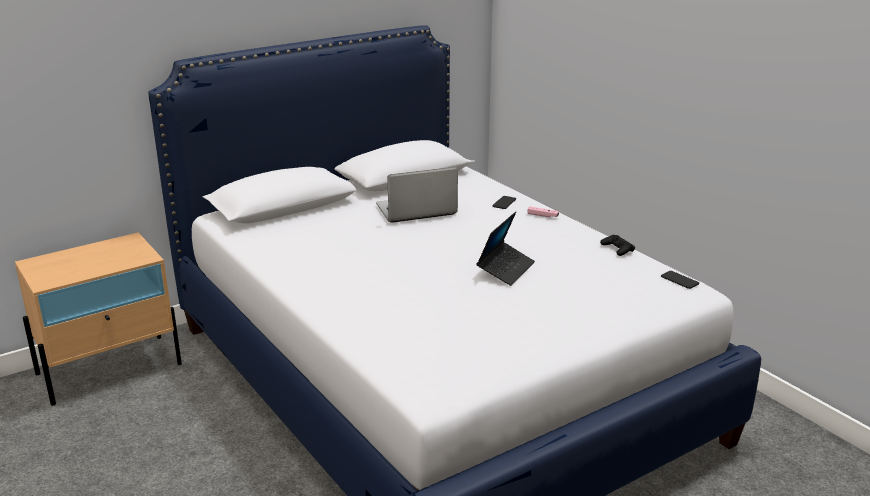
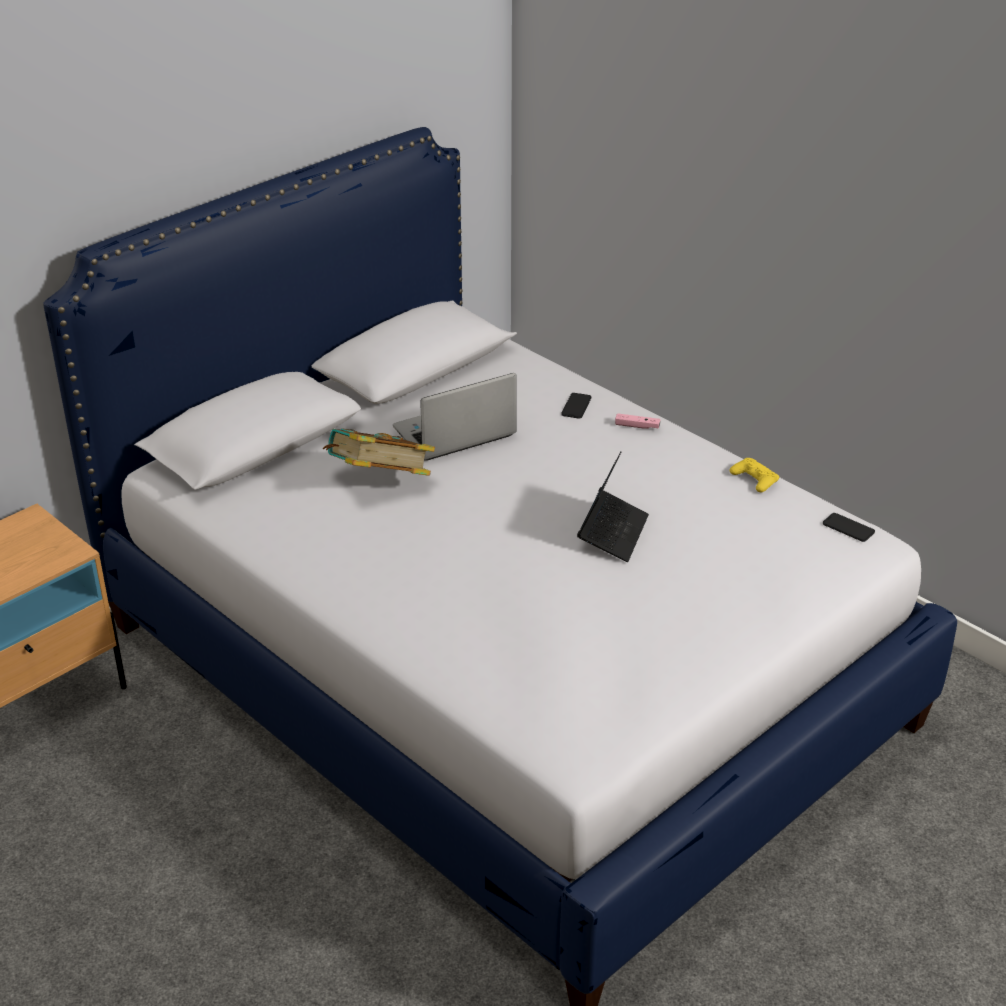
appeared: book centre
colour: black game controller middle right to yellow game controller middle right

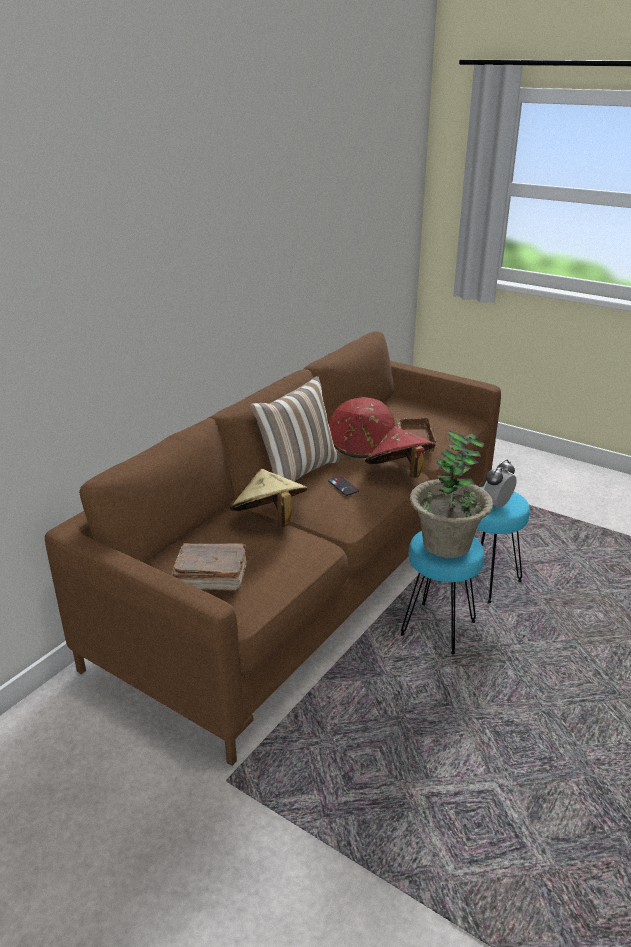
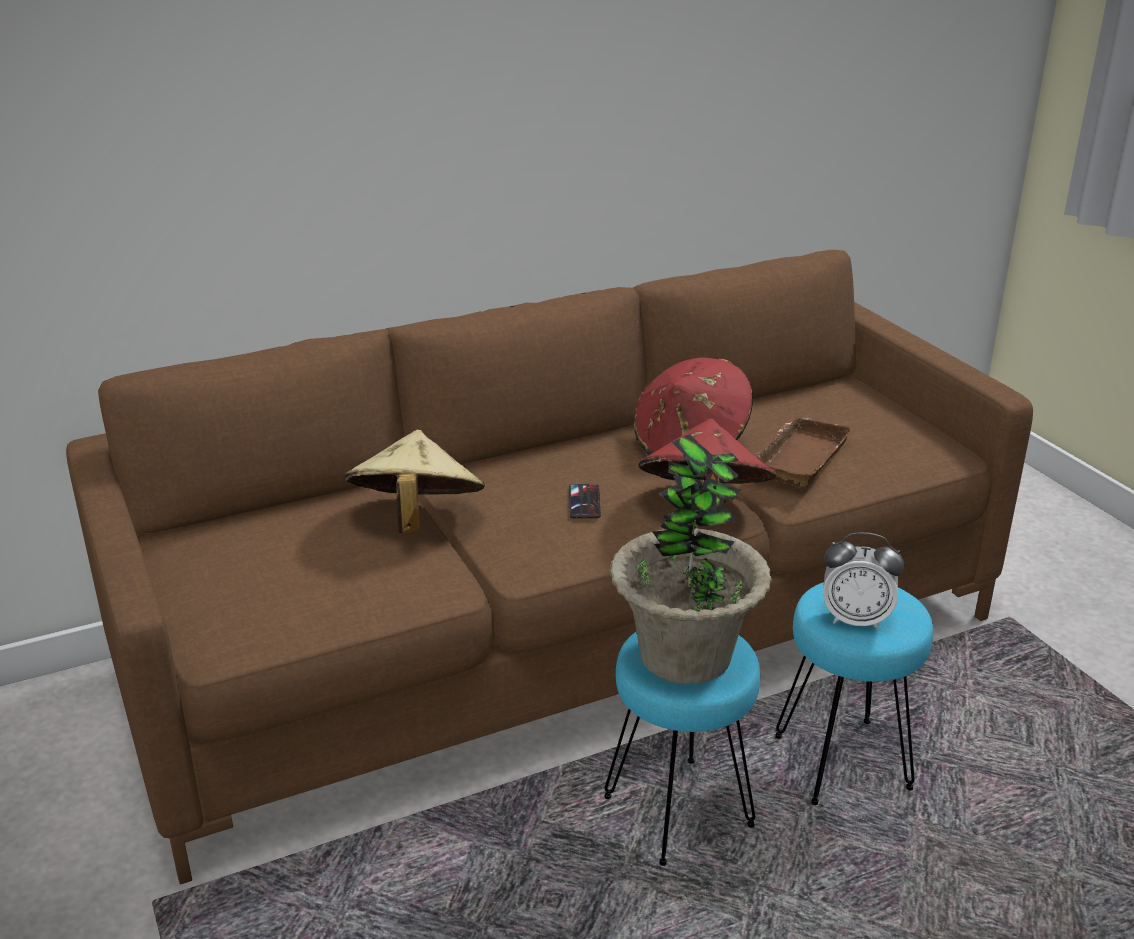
missing: brown book middle left; pillow centre
spun: alarm clock middle right = middle right 150 degrees counterclockwise

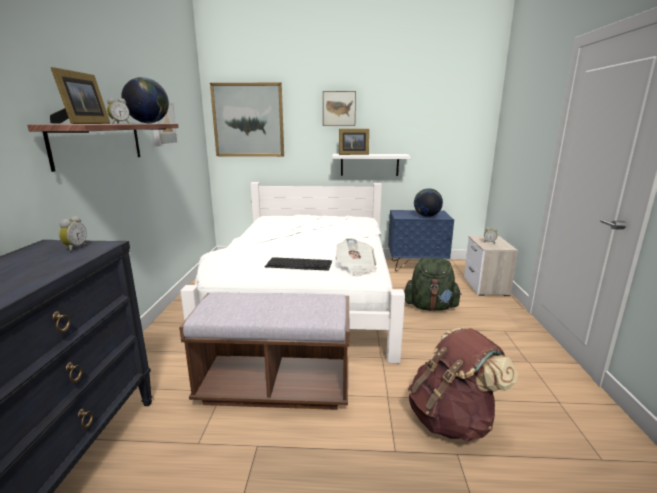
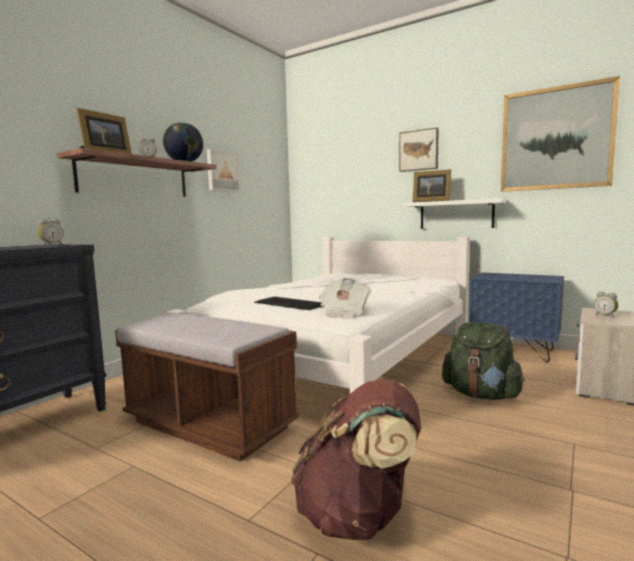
missing: globe (no. 2 from left) centre
relocated: picture (no. 2 from left in the first image) top centre to picture (no. 3 from left) top right

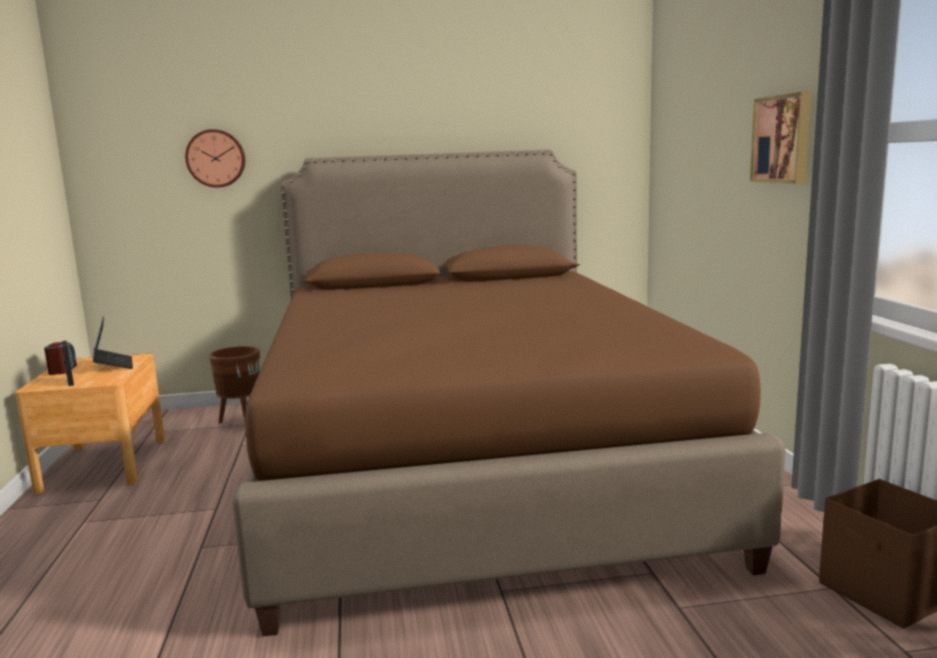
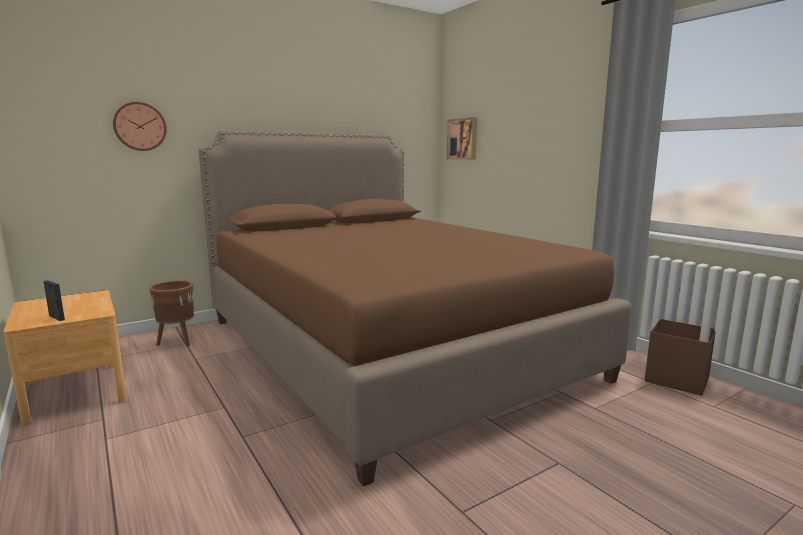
missing: alarm clock middle left; laptop middle left
relocated: picture top right to top centre

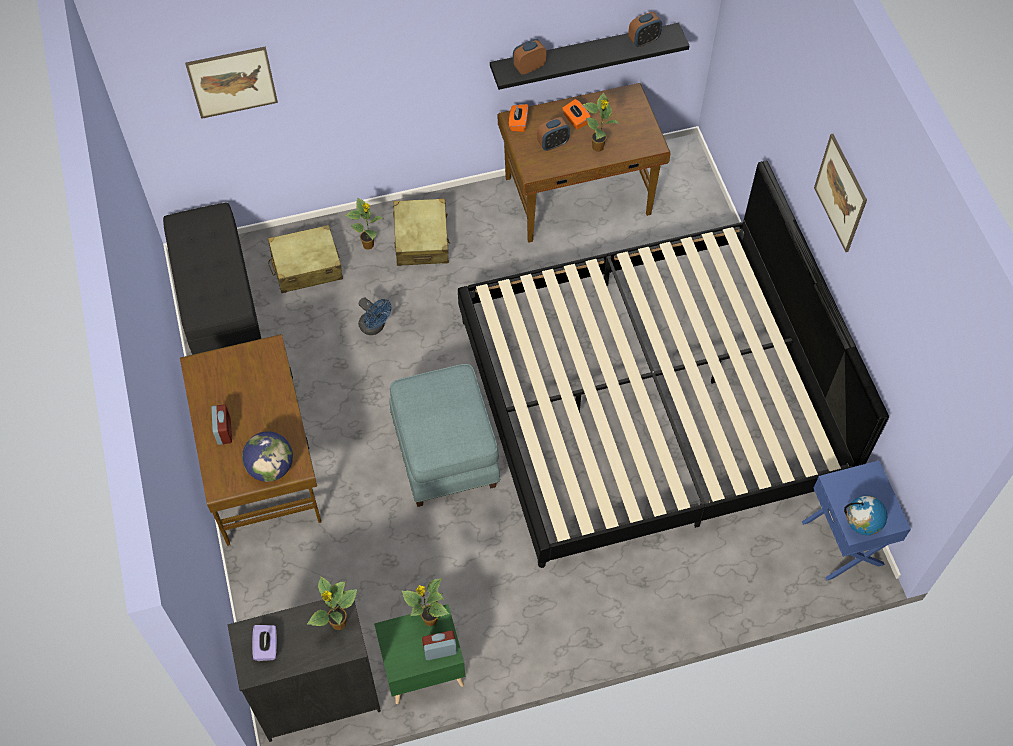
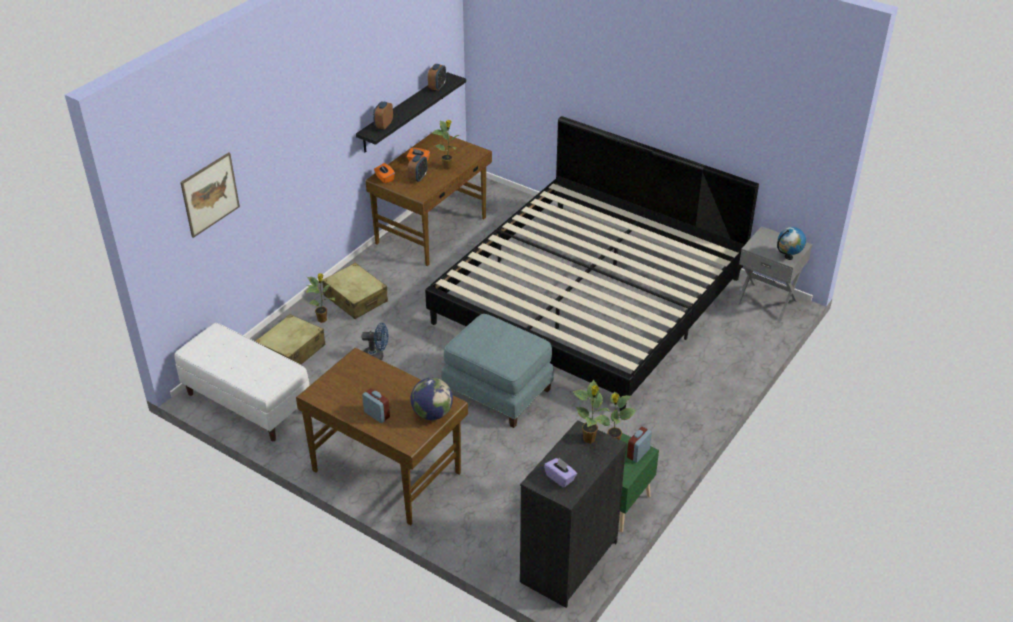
missing: picture (no. 2 from left) top right
colour: black bench middle left to white bench middle left; blue nightstand bottom right to grey nightstand middle right

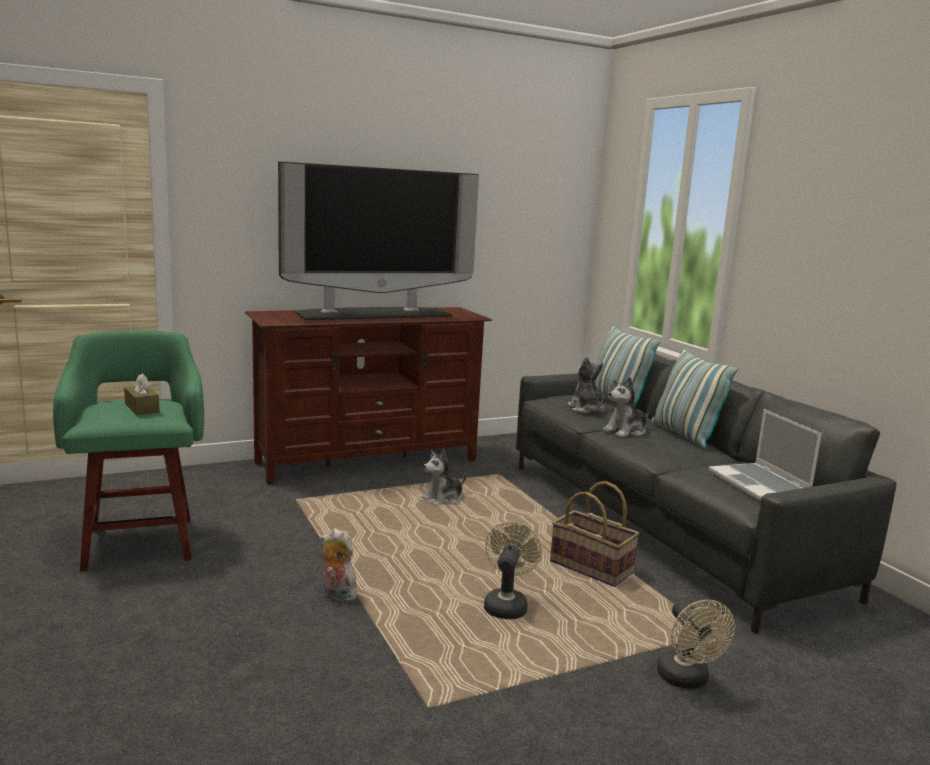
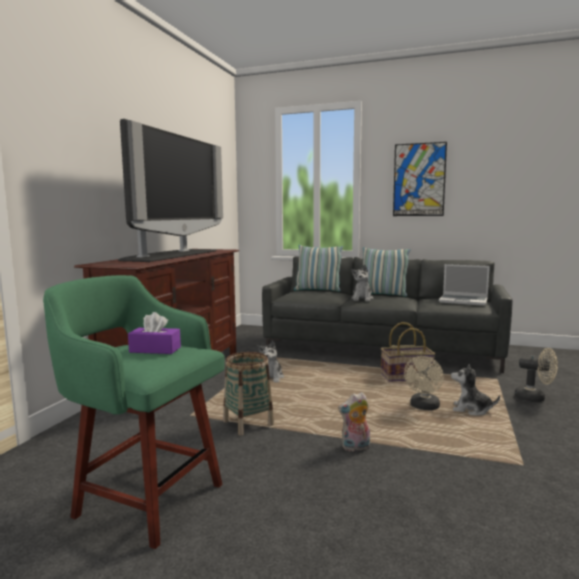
appeared: basket (no. 1 from left) bottom centre; picture top right
relocated: plush toy (no. 3 from left in the first image) centre to plush toy (no. 4 from left) bottom right
colour: brown tissue box middle left to purple tissue box middle left
spun: beige fan (no. 1 from left) bottom centre = middle right 120 degrees counterclockwise

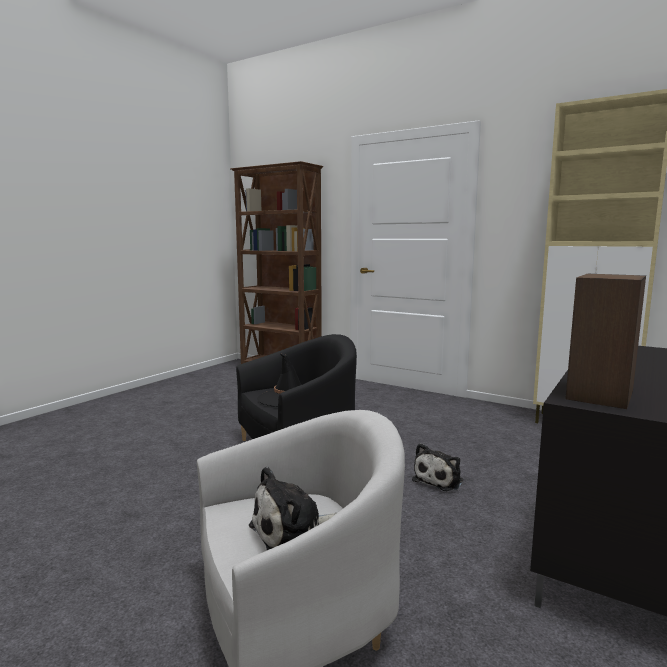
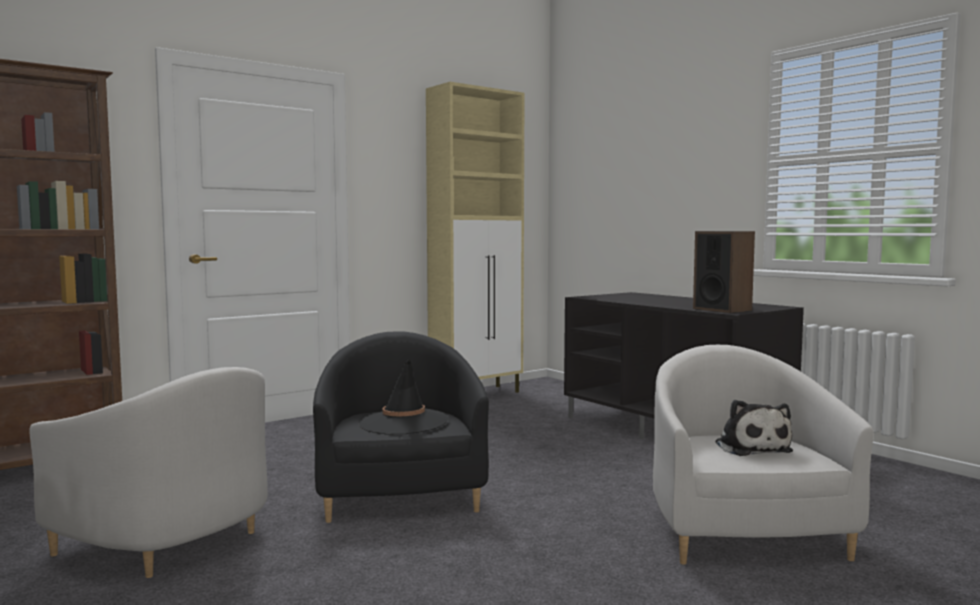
missing: plush toy (no. 2 from left) bottom centre
appeared: white armchair (no. 1 from left) bottom left

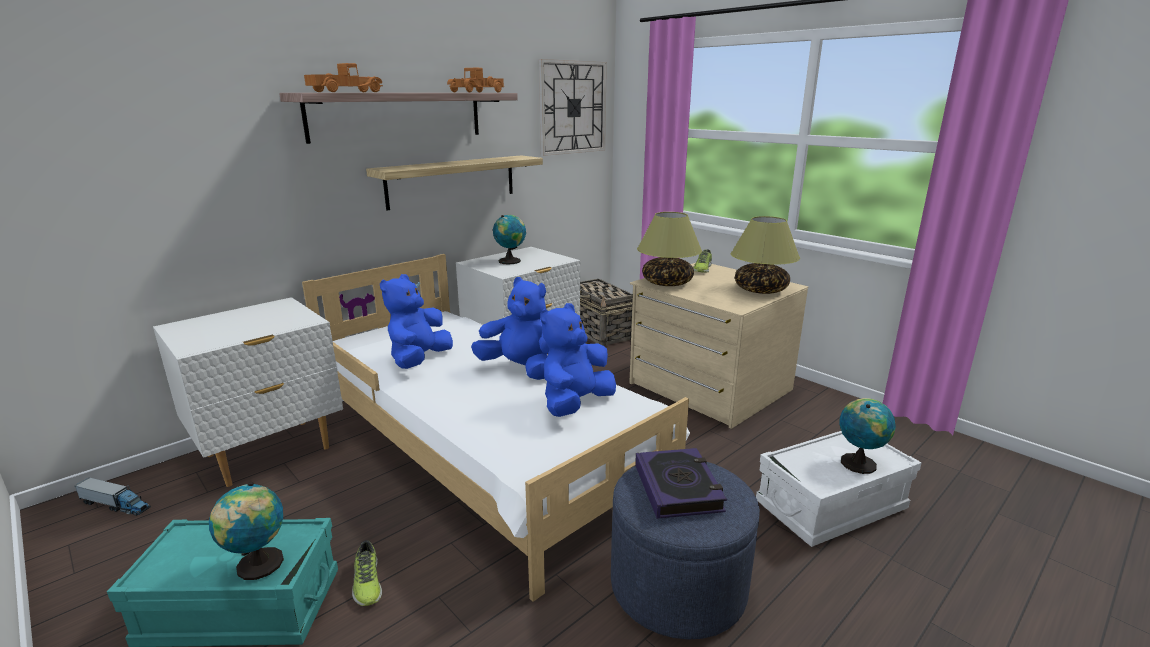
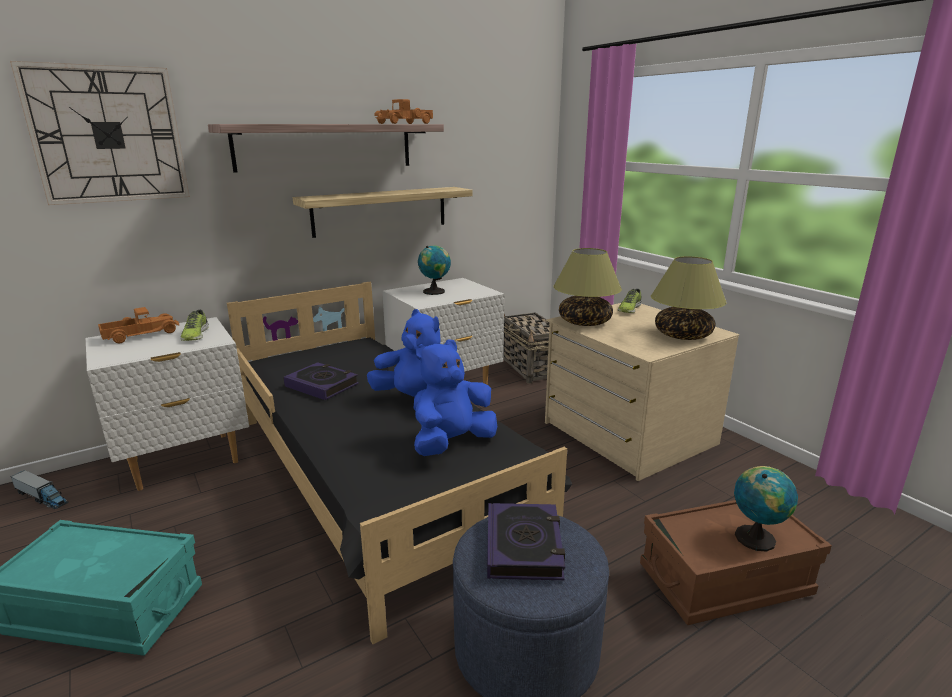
missing: globe (no. 1 from left) bottom left
relocated: wall clock top centre to top left; toy truck (no. 2 from left) top left to middle left; shoe (no. 1 from left) bottom left to middle left
exchanged: blue plush toy (no. 1 from left) centre to book (no. 1 from left) centre
colour: white bed centre to black bed centre; white storage box bottom right to brown storage box bottom right

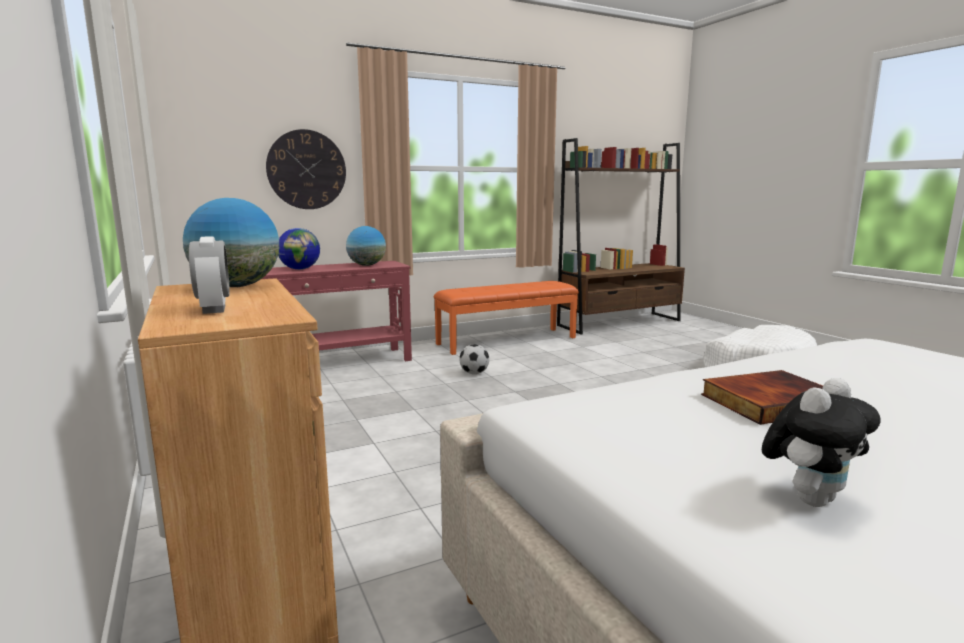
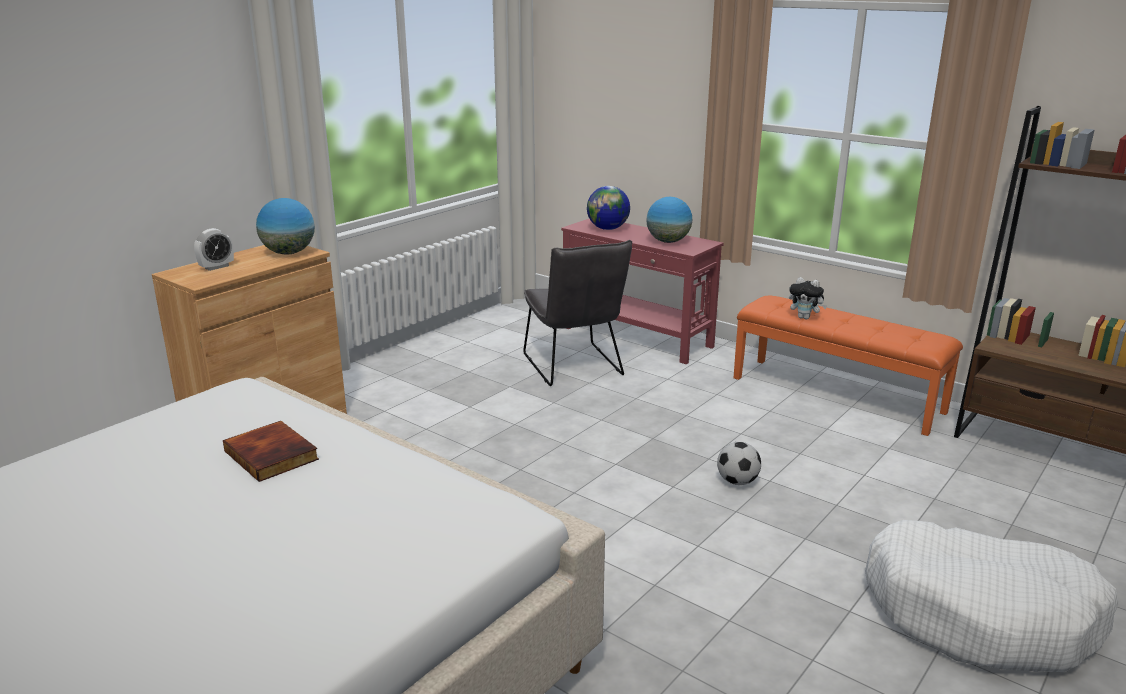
missing: wall clock top left
appeared: grey chair centre
relocated: football centre to bottom centre; plush toy bottom right to middle right

